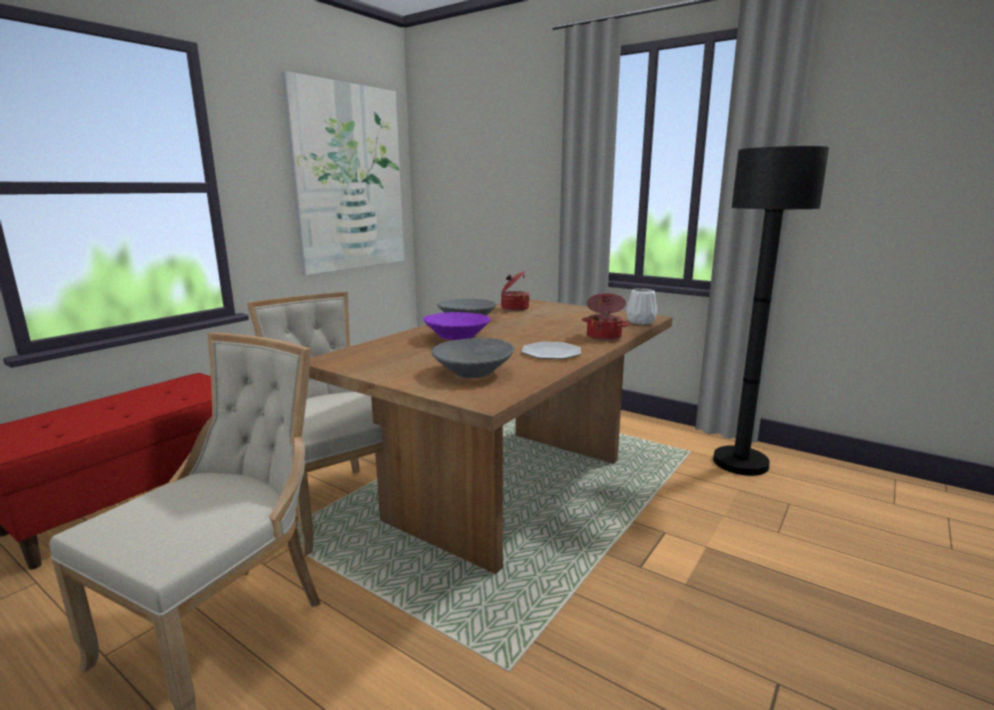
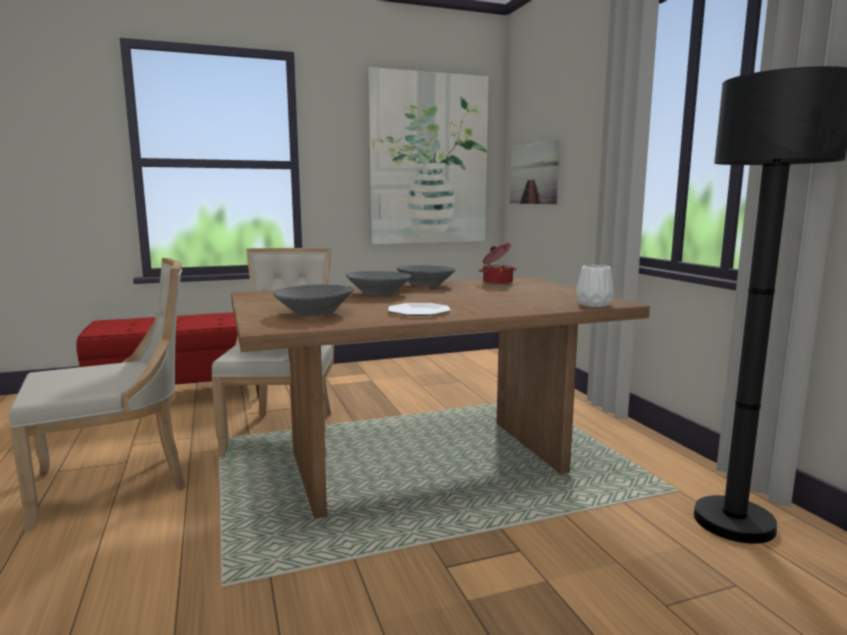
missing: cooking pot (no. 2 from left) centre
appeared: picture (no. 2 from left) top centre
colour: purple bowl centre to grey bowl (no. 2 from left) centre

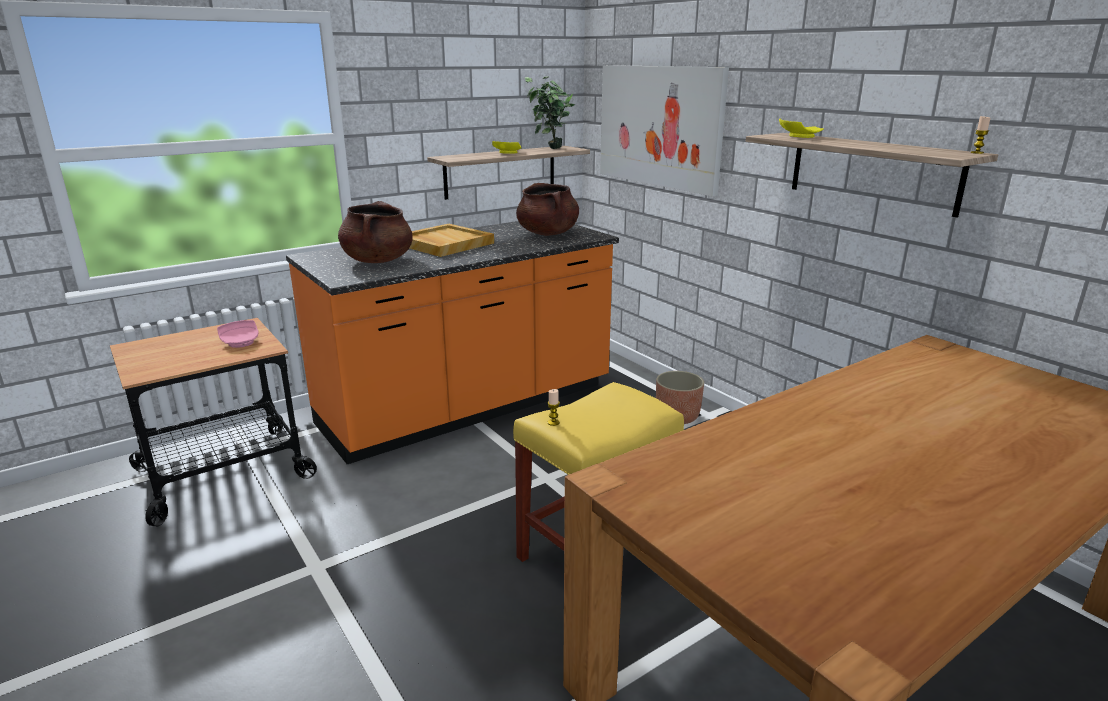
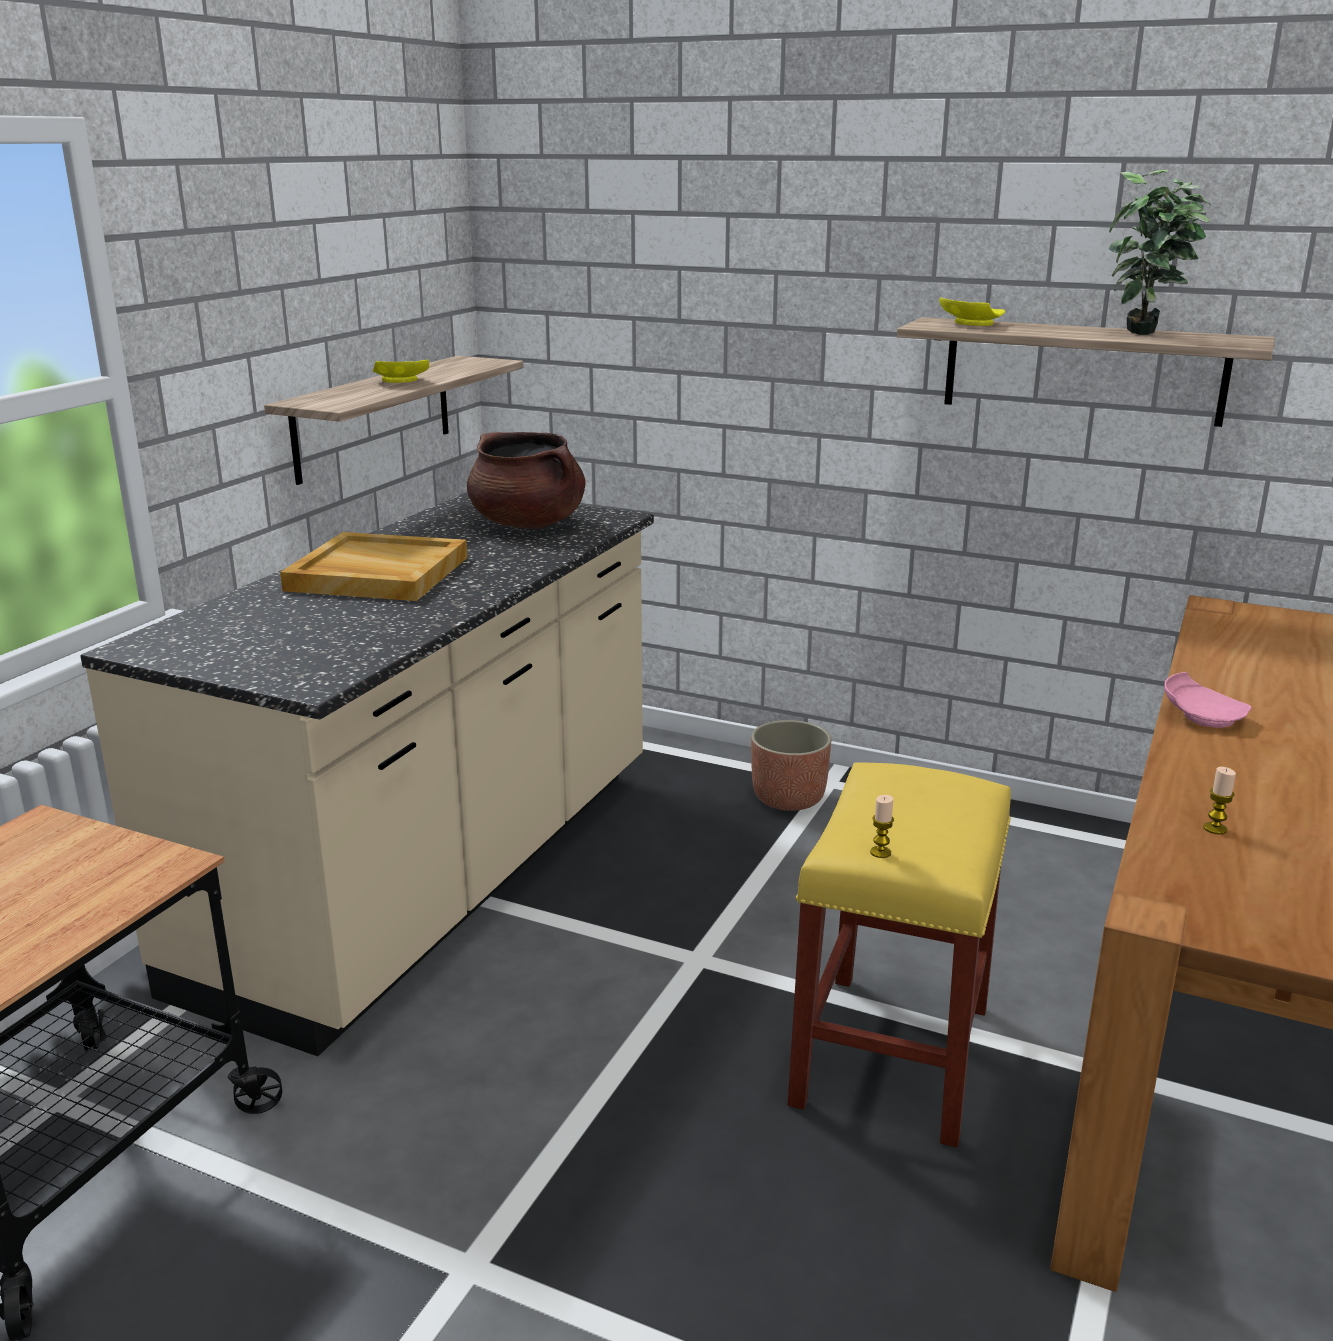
missing: brown cooking pot (no. 1 from left) top centre; picture top centre
relocated: potted plant top centre to top right; pink plate middle left to middle right; candle (no. 2 from left) top right to middle right
colour: orange counter centre to beige counter middle left

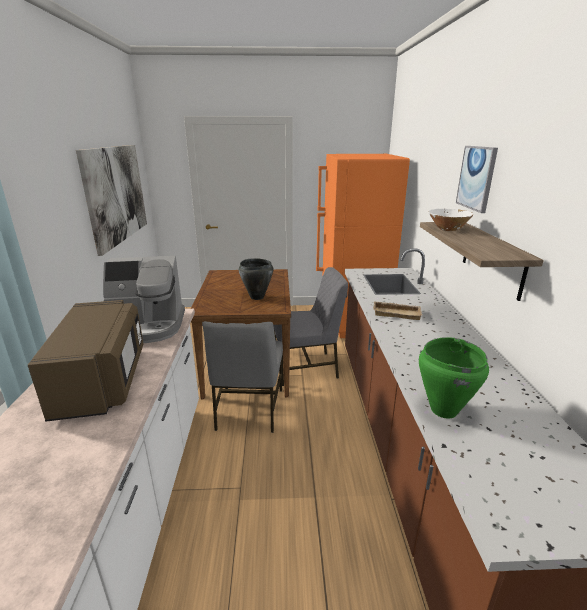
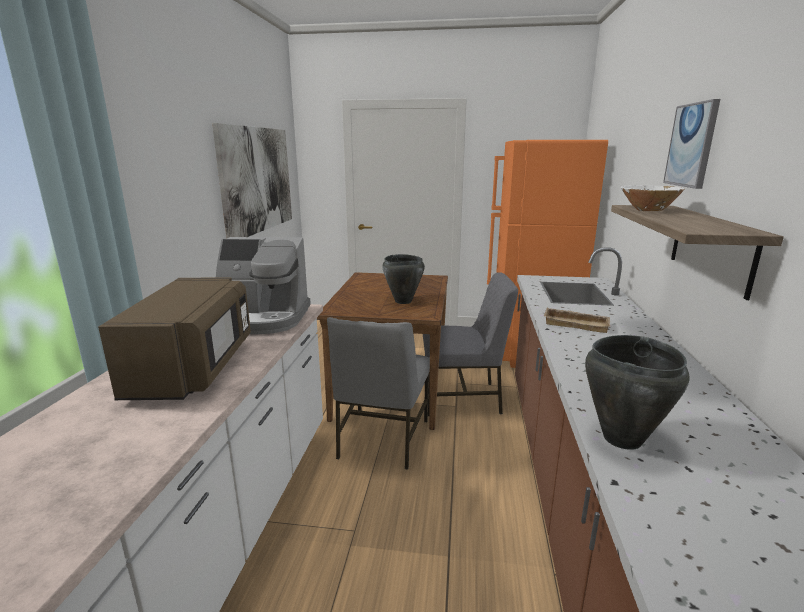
colour: green cooking pot middle right to black cooking pot (no. 2 from left) middle right

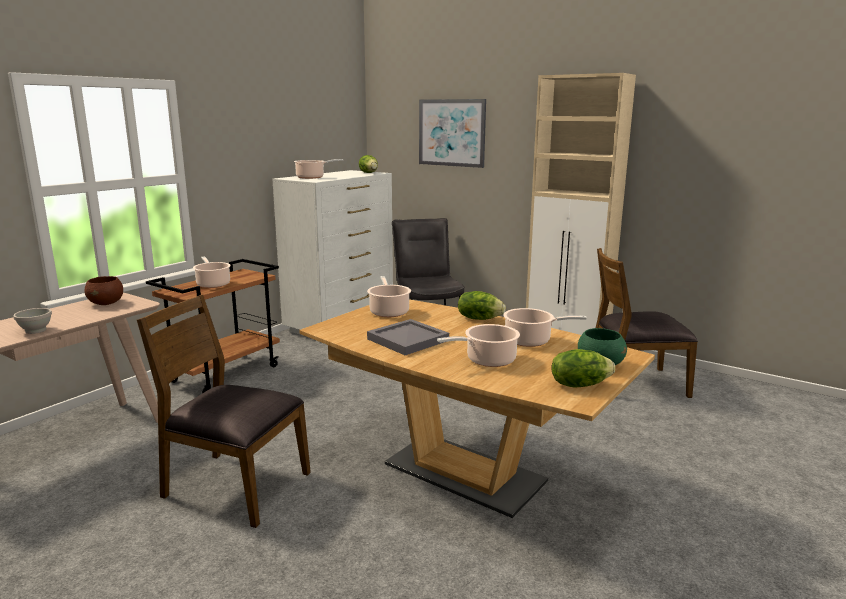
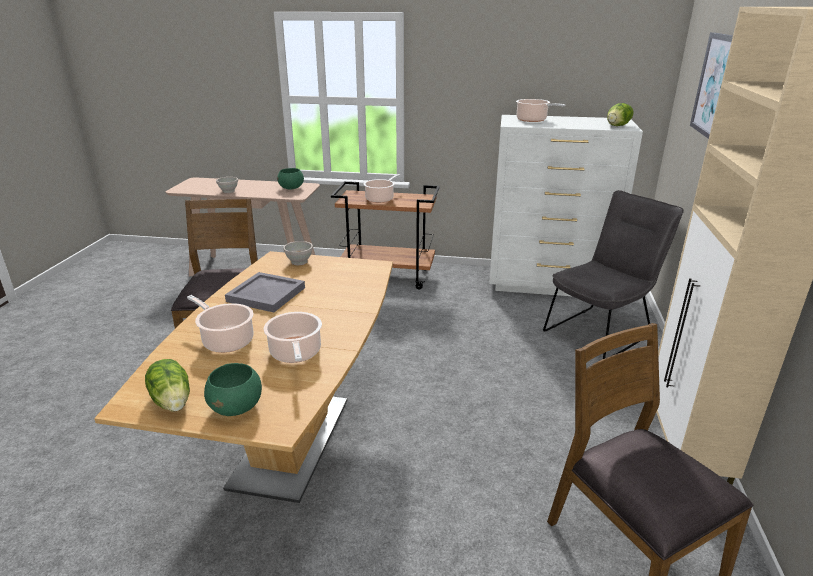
missing: cooking pot (no. 3 from left) centre; lettuce (no. 2 from left) centre
appeared: white bowl (no. 2 from left) centre
colour: brown bowl middle left to green bowl (no. 2 from left) top centre

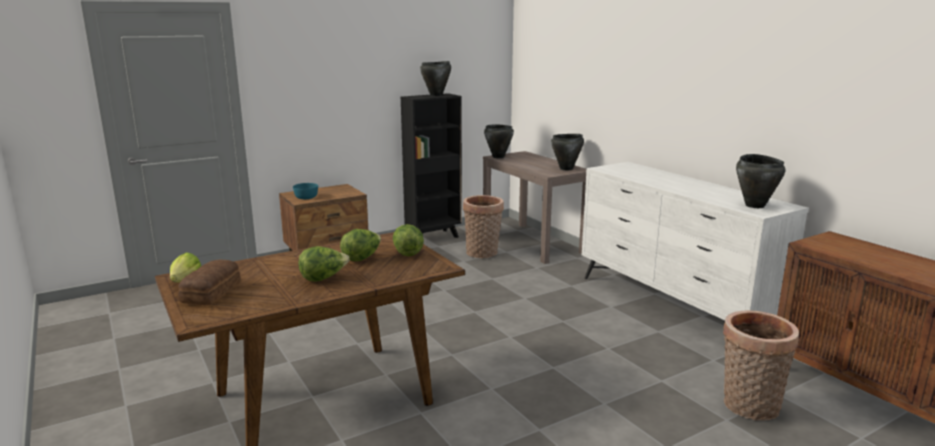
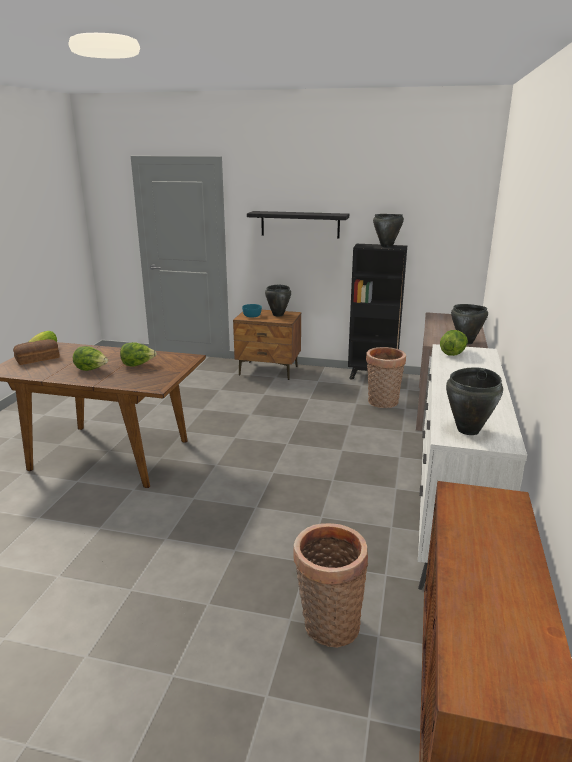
appeared: black shelf top centre
relocated: black cooking pot (no. 2 from left in the first image) top centre to black cooking pot (no. 1 from left) centre; lettuce (no. 4 from left) centre to middle right

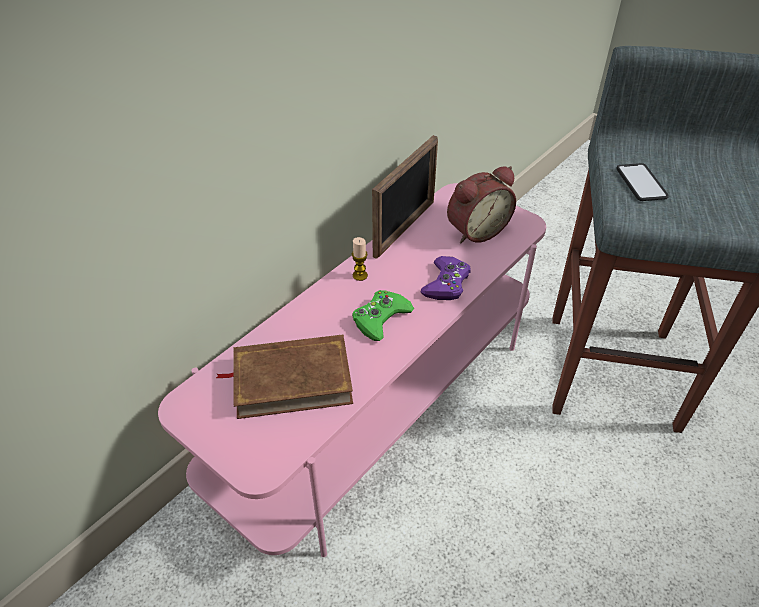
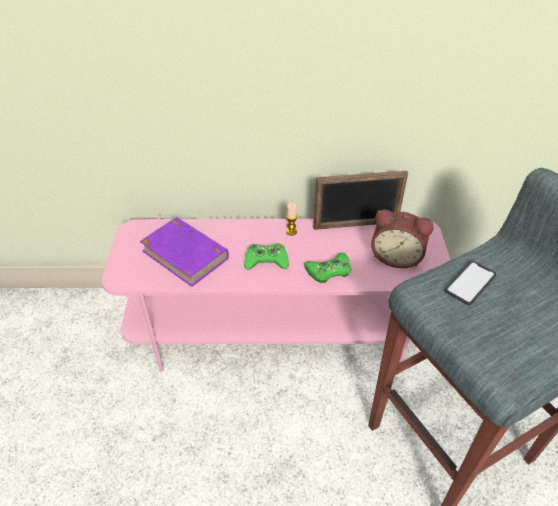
colour: brown book centre to purple book middle left; purple game controller centre to green game controller (no. 2 from left) centre

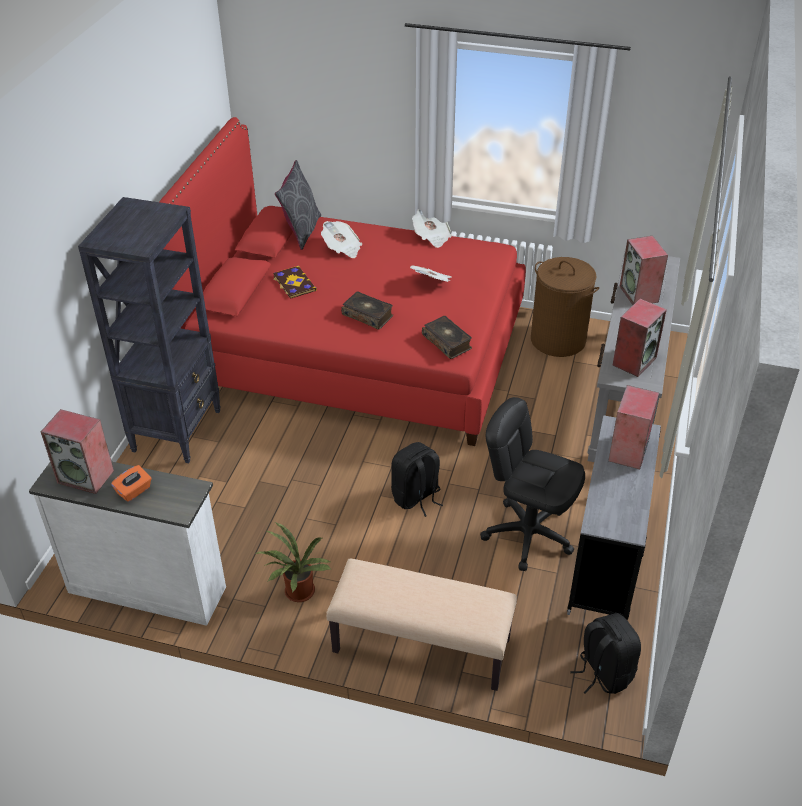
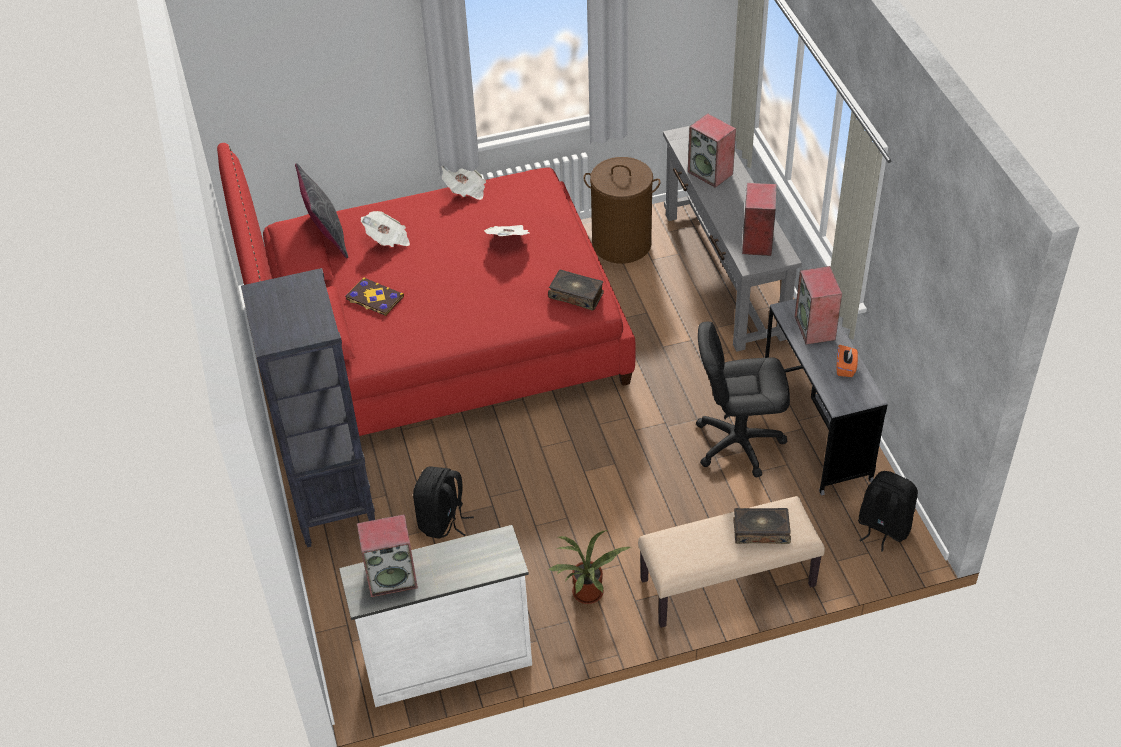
relocated: black backpack (no. 1 from left) centre to bottom centre; book (no. 2 from left in the first image) centre to book (no. 3 from left) bottom right; orange tissue box middle left to middle right

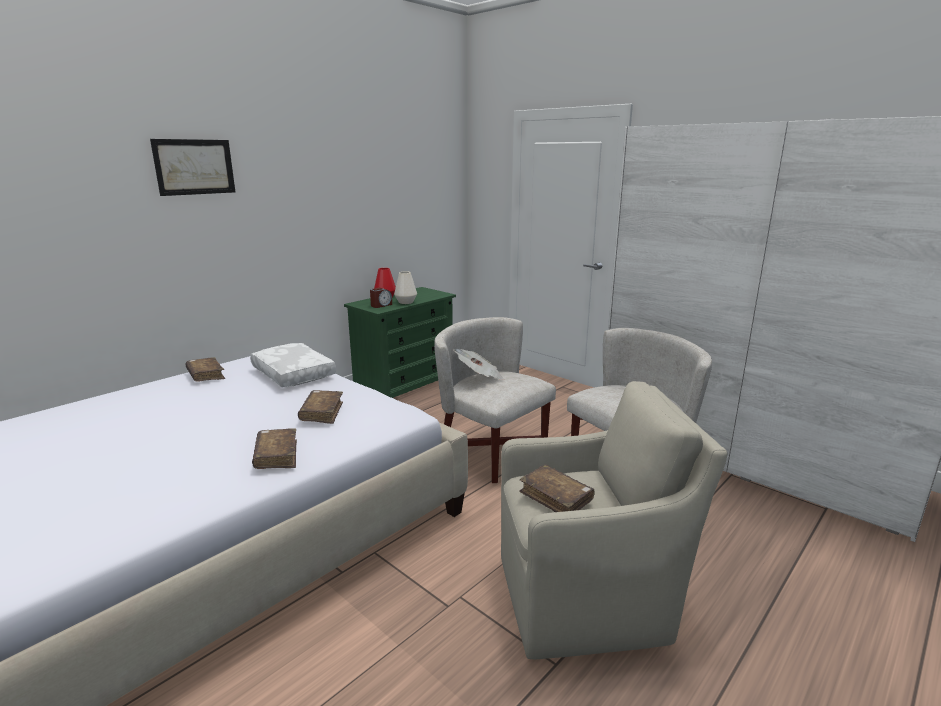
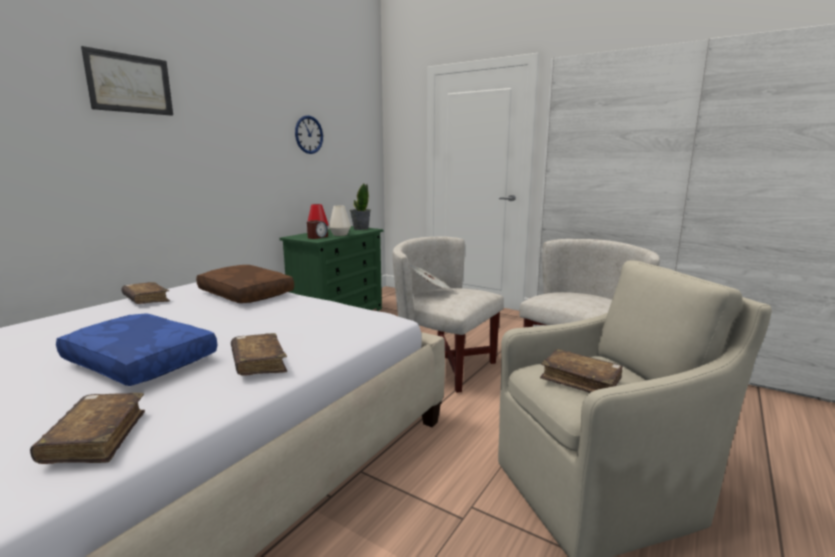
appeared: blue pillow middle left; wall clock top centre; potted plant centre
relocated: brown book (no. 3 from left in the first image) centre to brown book (no. 1 from left) bottom left
colour: white pillow middle left to brown pillow middle left

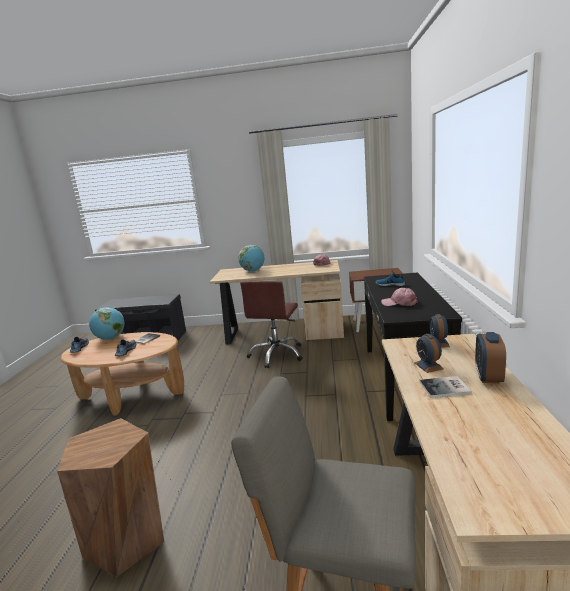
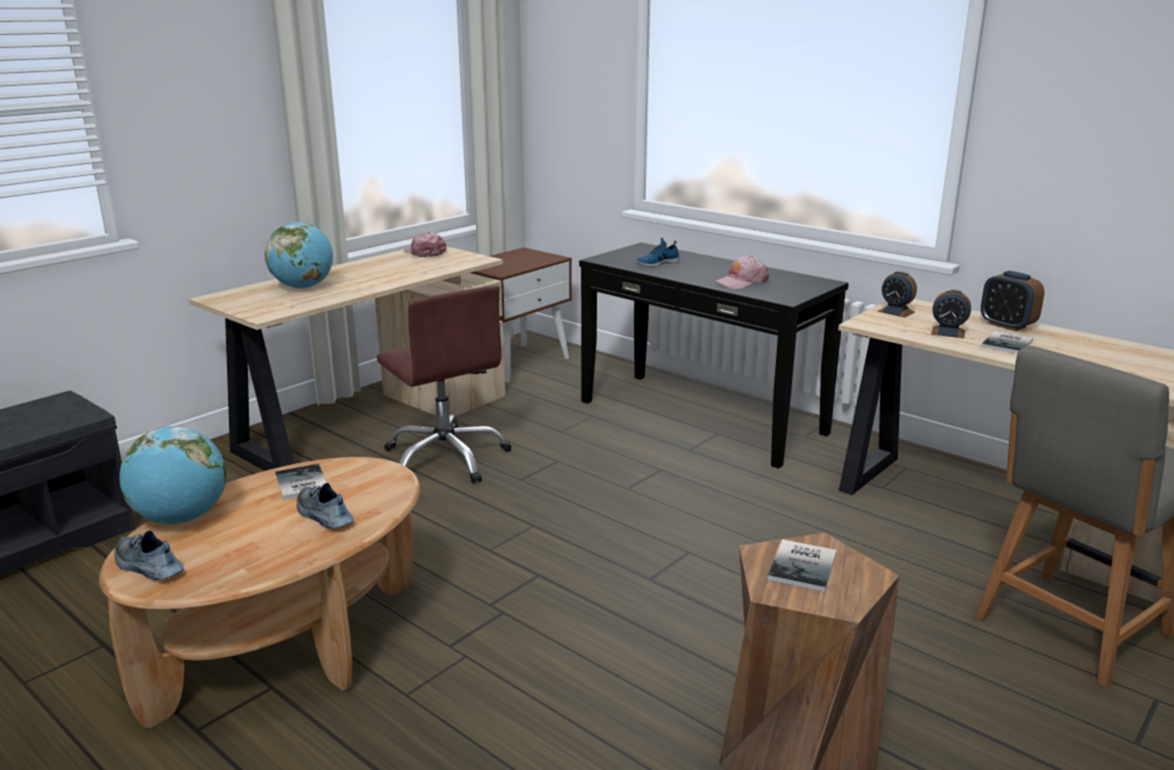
appeared: book (no. 2 from left) bottom right

